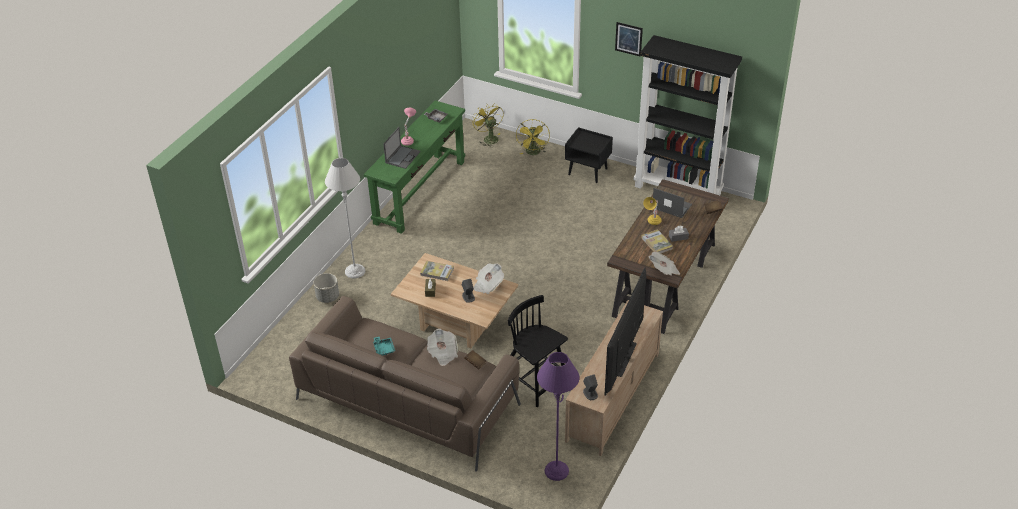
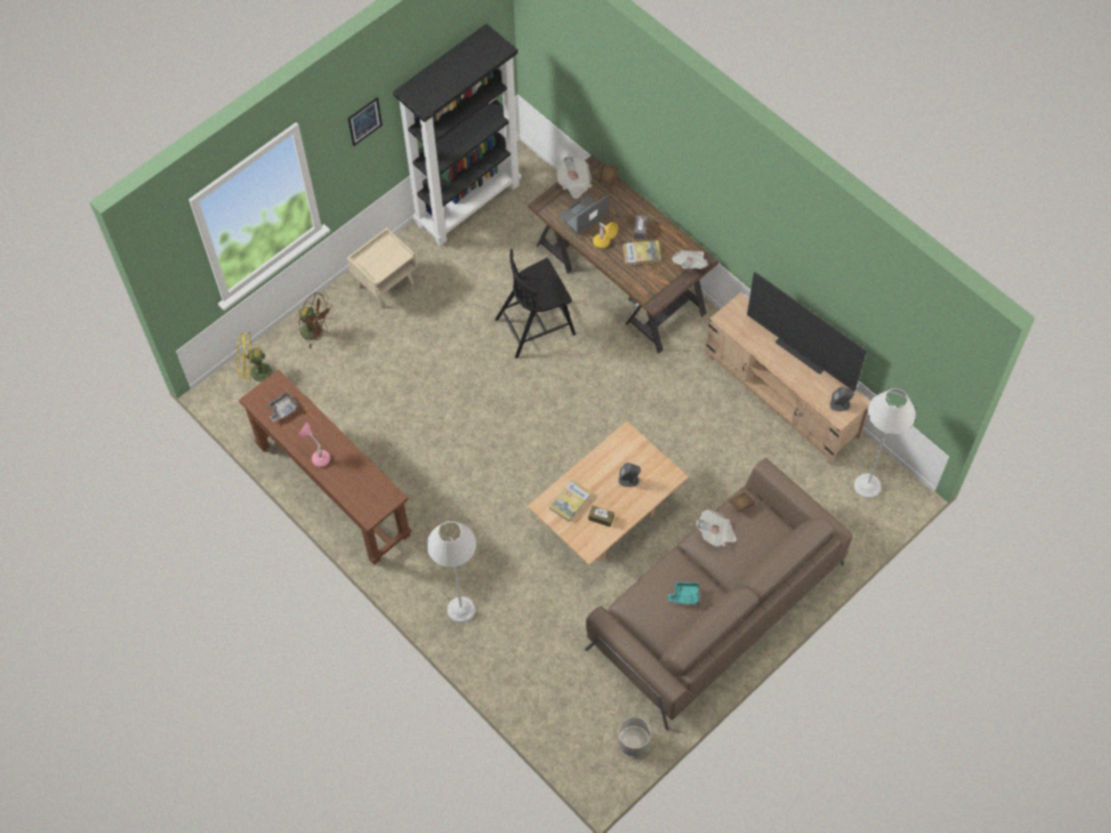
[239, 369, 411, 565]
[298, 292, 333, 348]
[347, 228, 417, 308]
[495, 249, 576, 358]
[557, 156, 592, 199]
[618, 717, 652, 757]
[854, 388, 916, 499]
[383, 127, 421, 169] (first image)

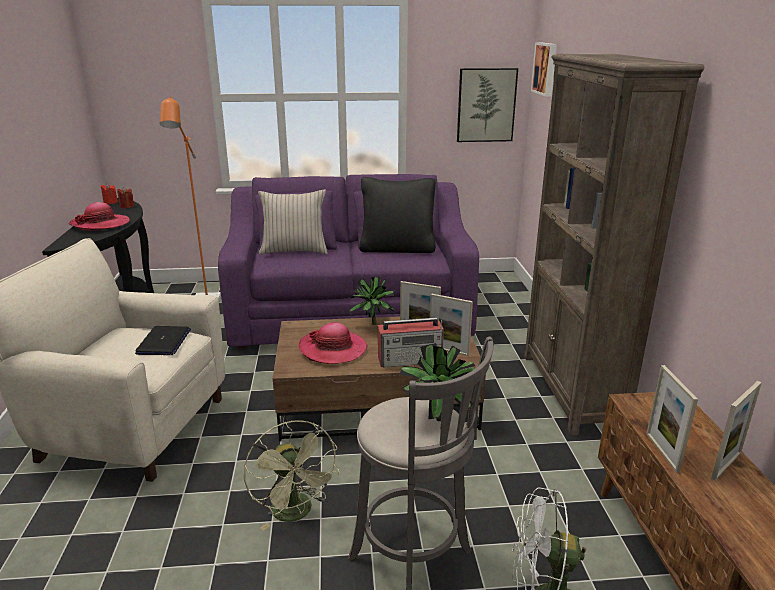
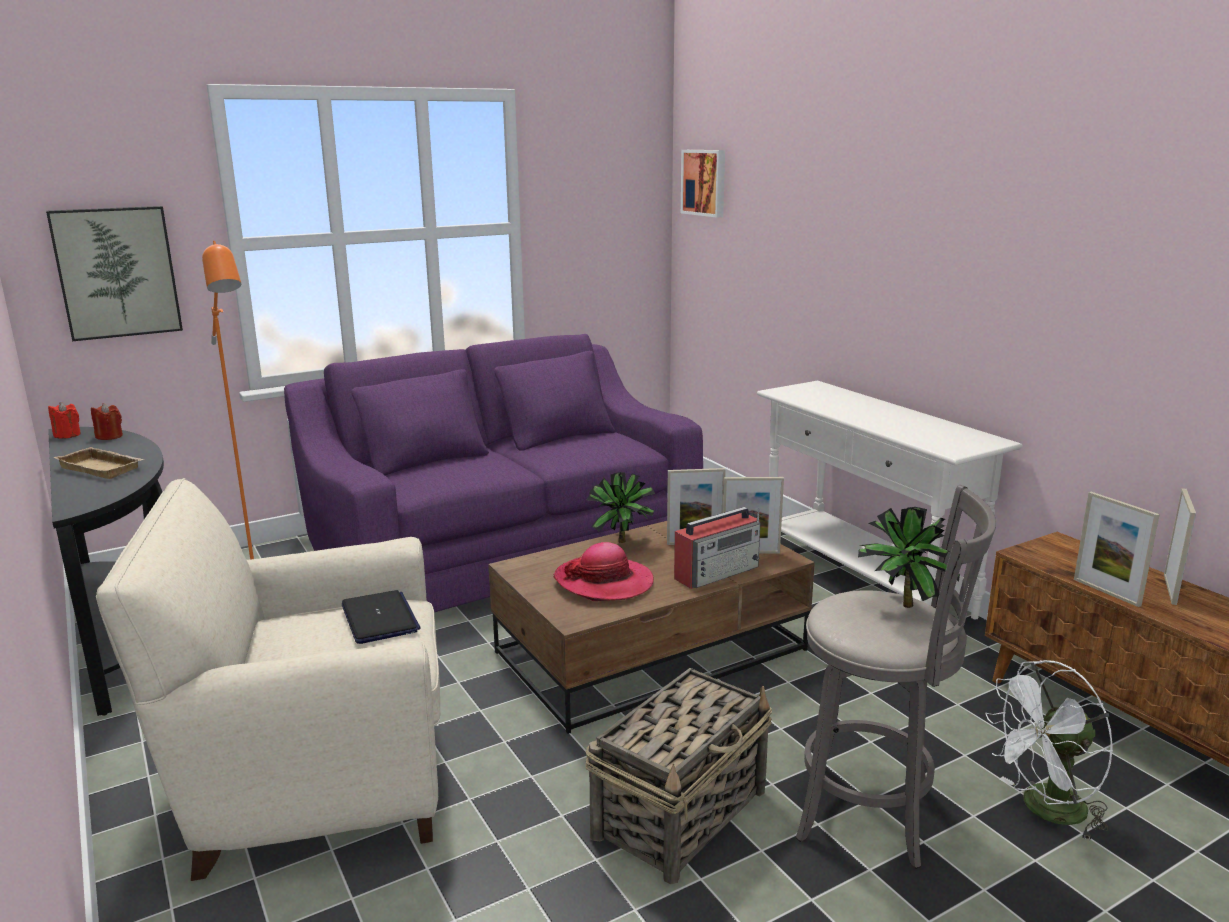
[46, 206, 183, 341]
[53, 447, 144, 479]
[586, 668, 772, 884]
[757, 381, 1023, 619]
[258, 189, 327, 255] (first image)
[359, 177, 436, 253] (first image)

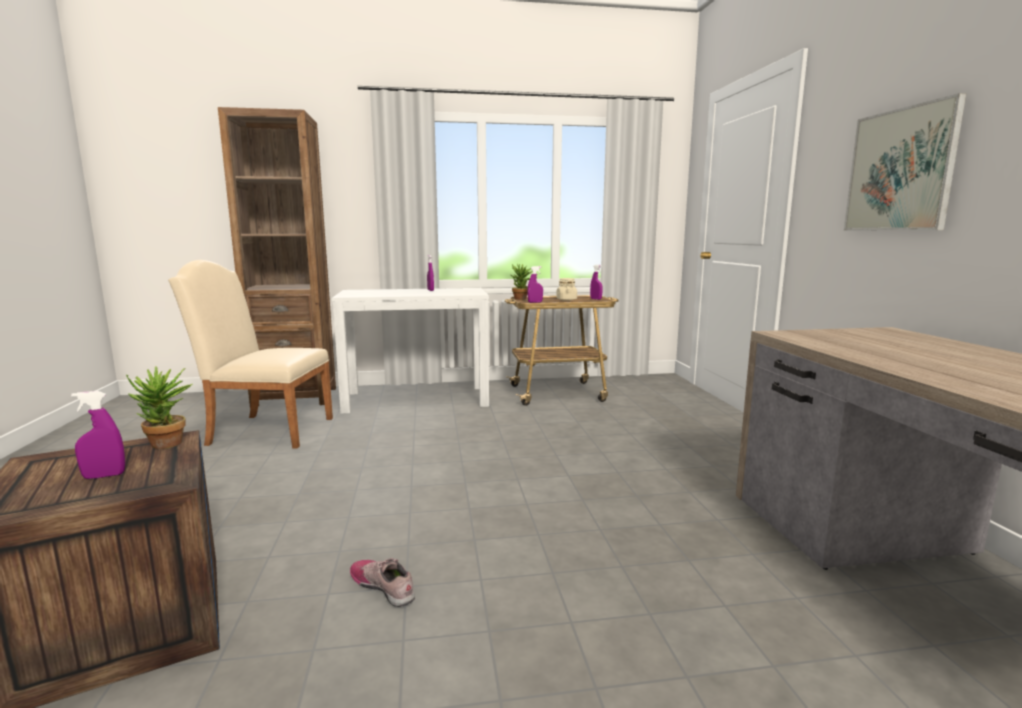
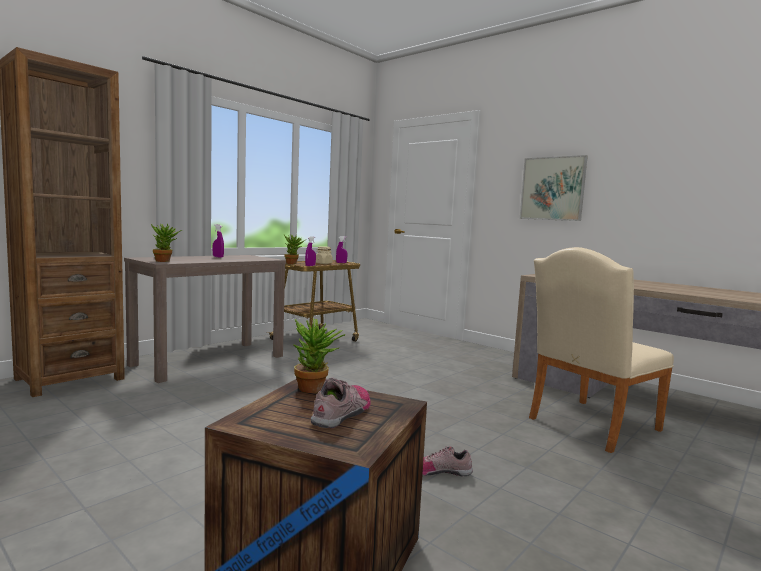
[124, 255, 286, 383]
[150, 223, 182, 262]
[311, 377, 371, 428]
[529, 247, 674, 453]

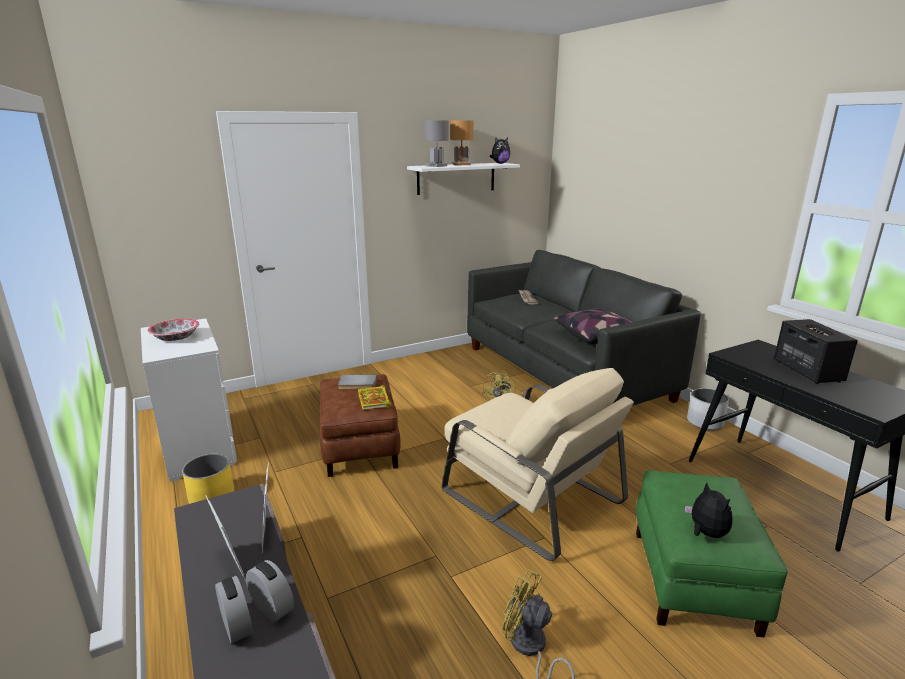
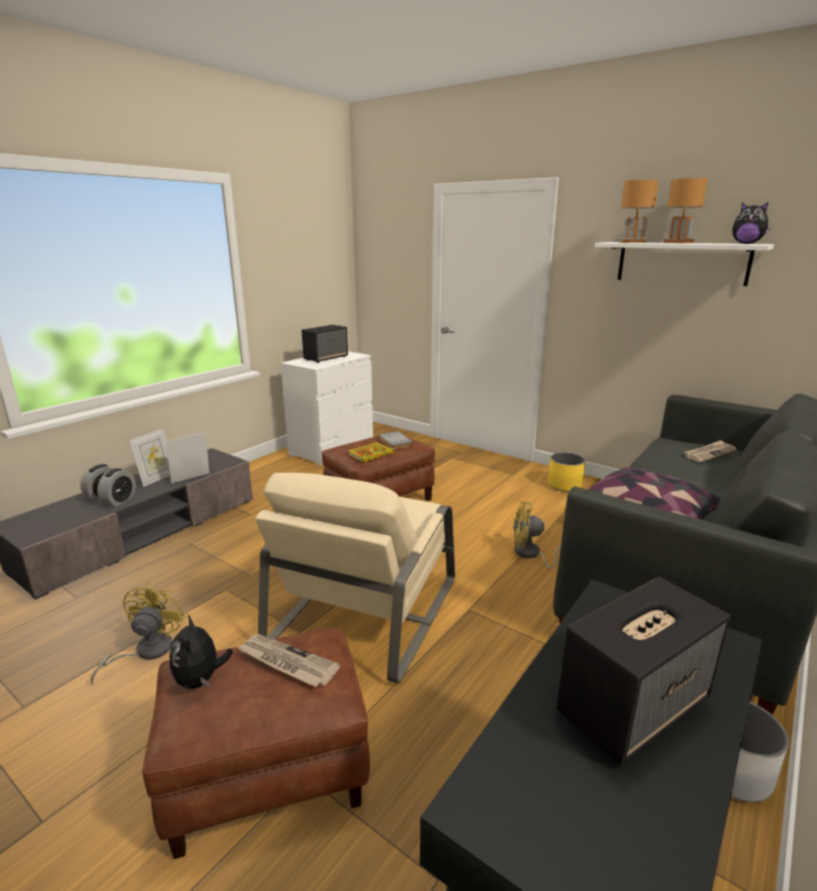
[142, 628, 370, 859]
[169, 615, 233, 689]
[236, 634, 340, 687]
[302, 325, 348, 363]
[548, 452, 585, 492]
[619, 180, 659, 243]

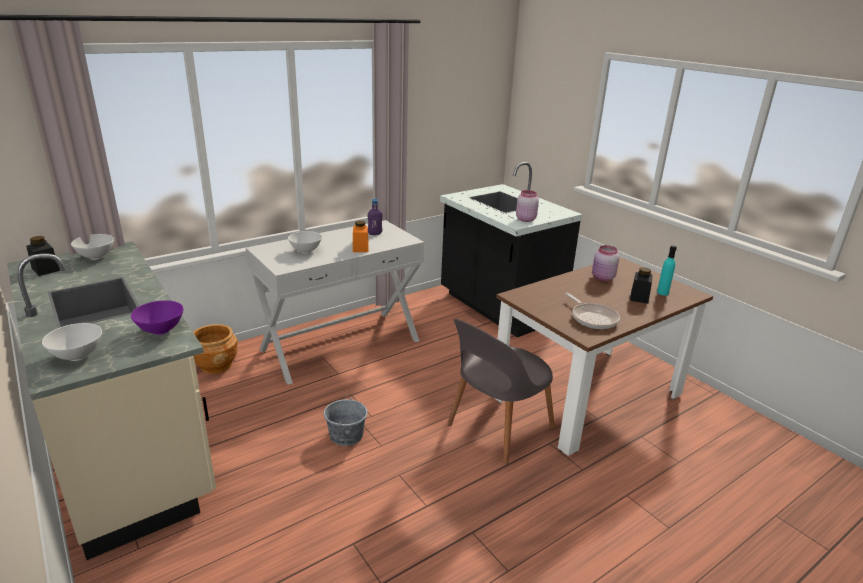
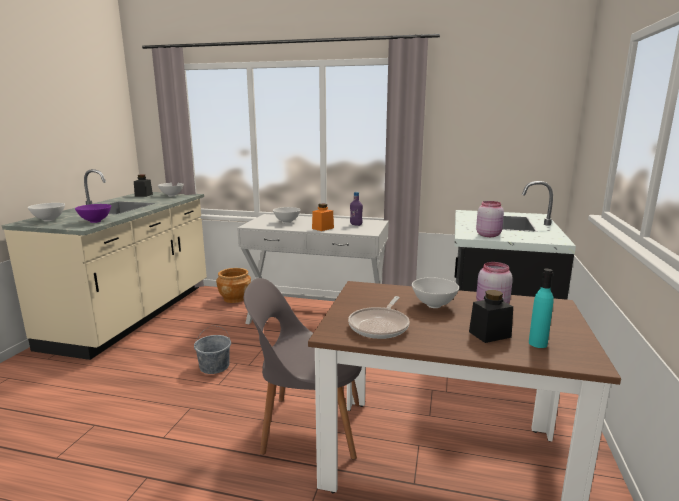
[412, 277, 459, 308]

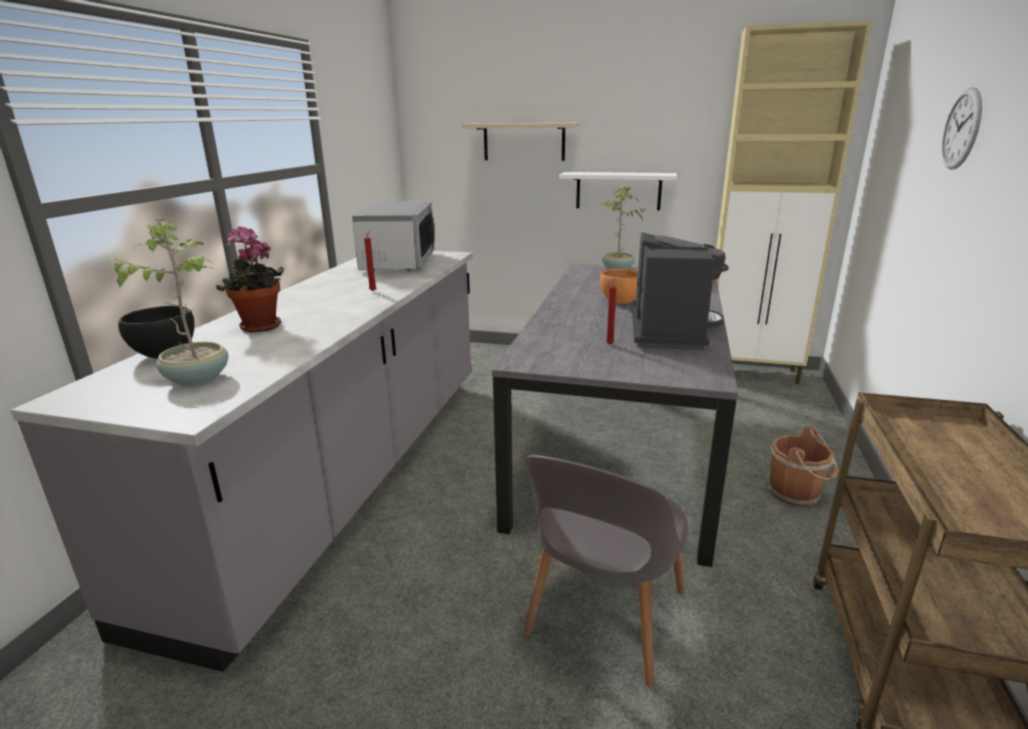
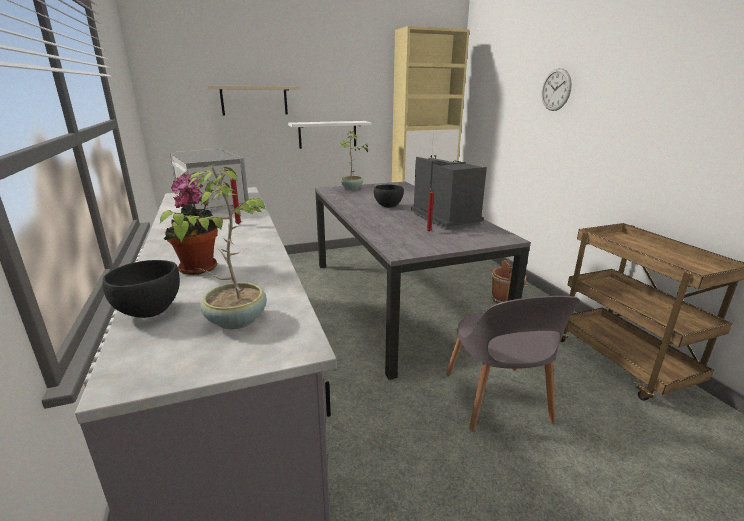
[374, 184, 404, 208]

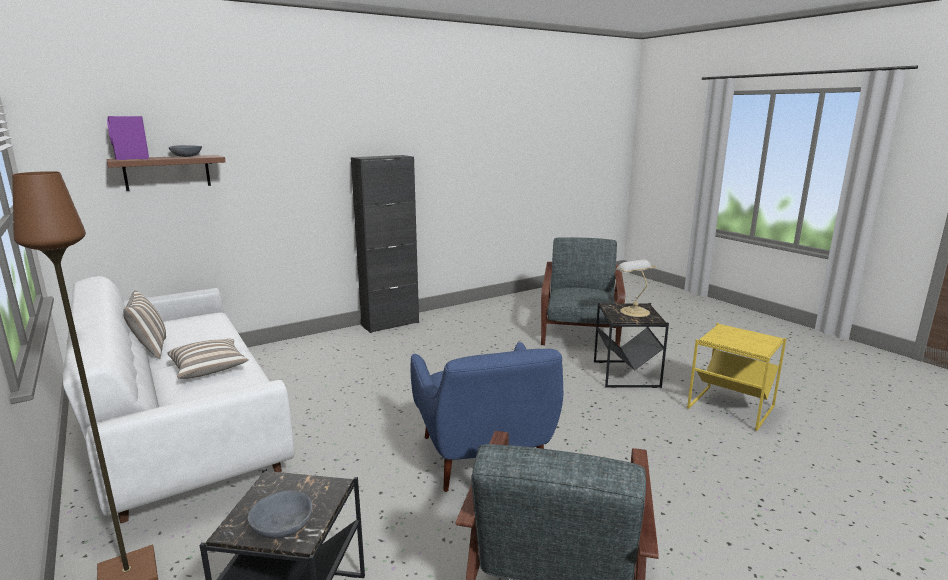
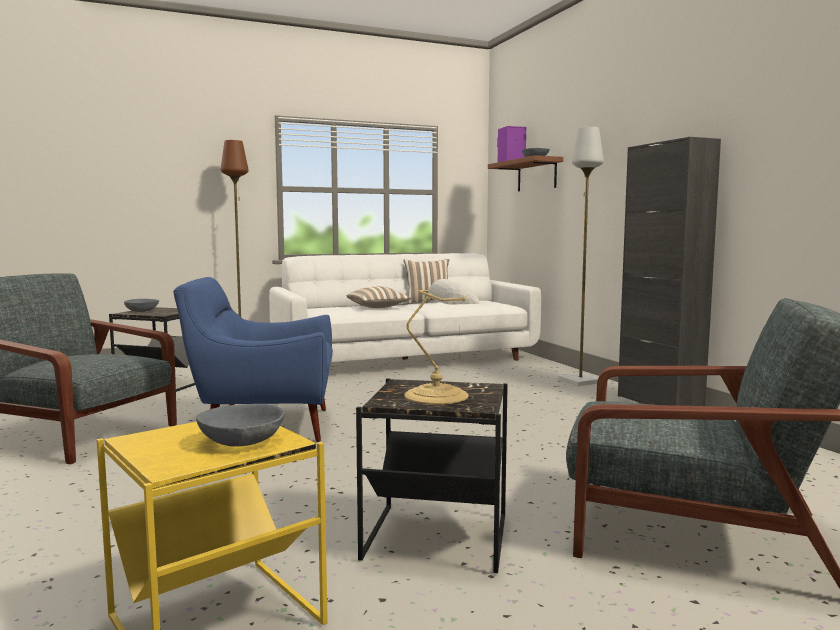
[196, 404, 285, 447]
[558, 127, 604, 386]

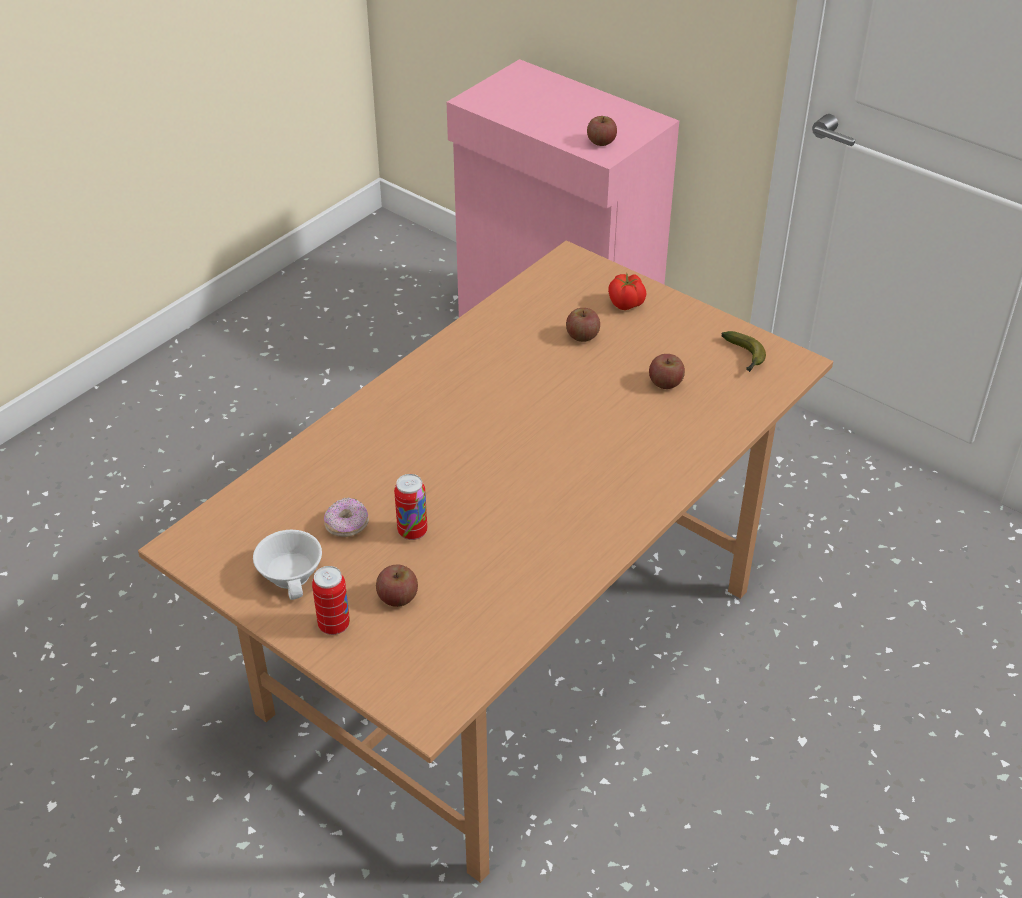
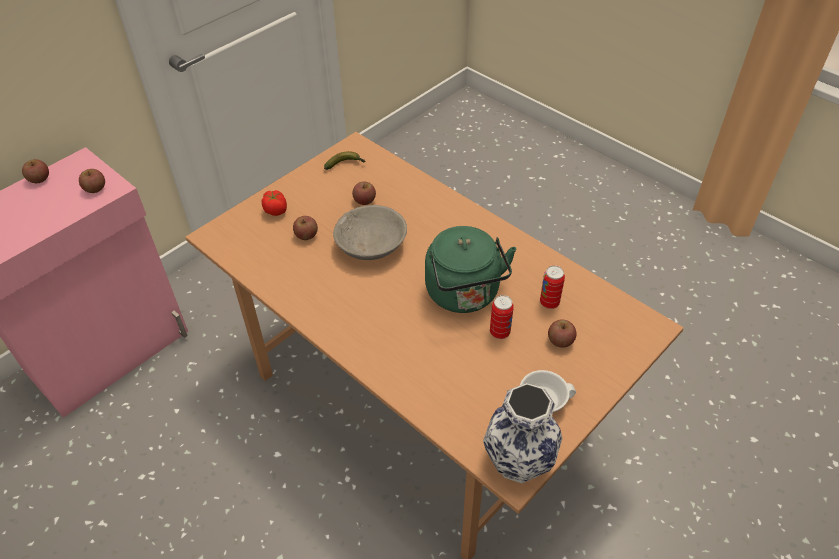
[22, 159, 49, 183]
[333, 205, 407, 260]
[425, 226, 516, 313]
[483, 383, 562, 483]
[540, 266, 565, 309]
[324, 497, 369, 537] (first image)

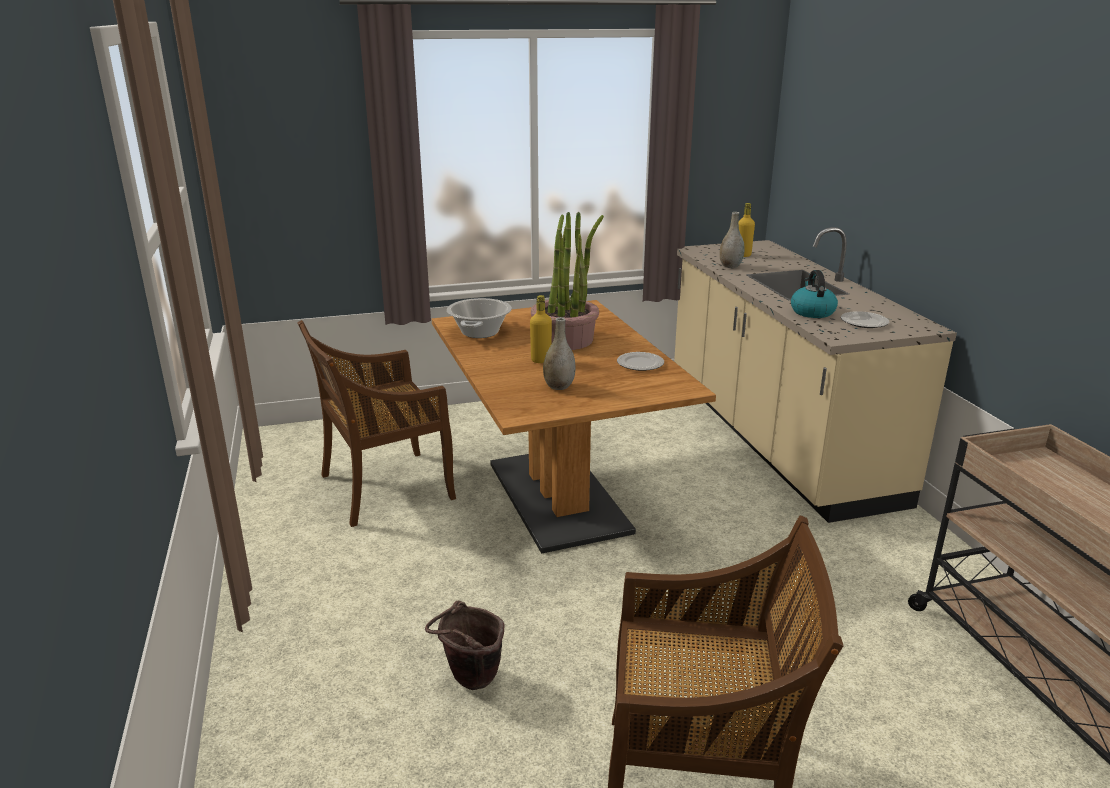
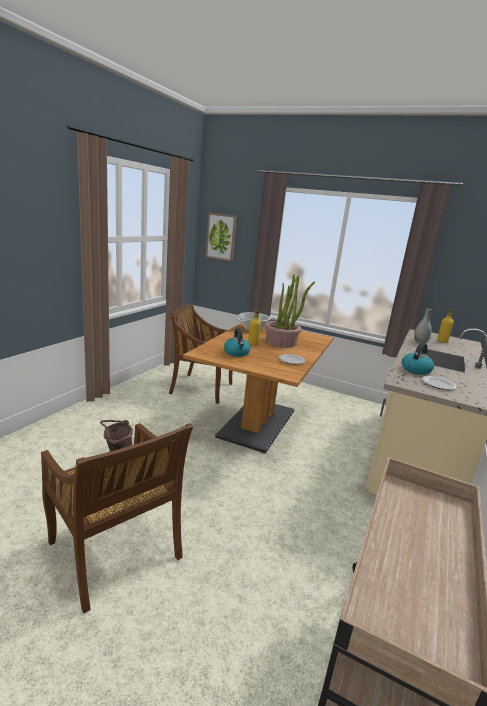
[206, 213, 237, 261]
[224, 328, 251, 357]

